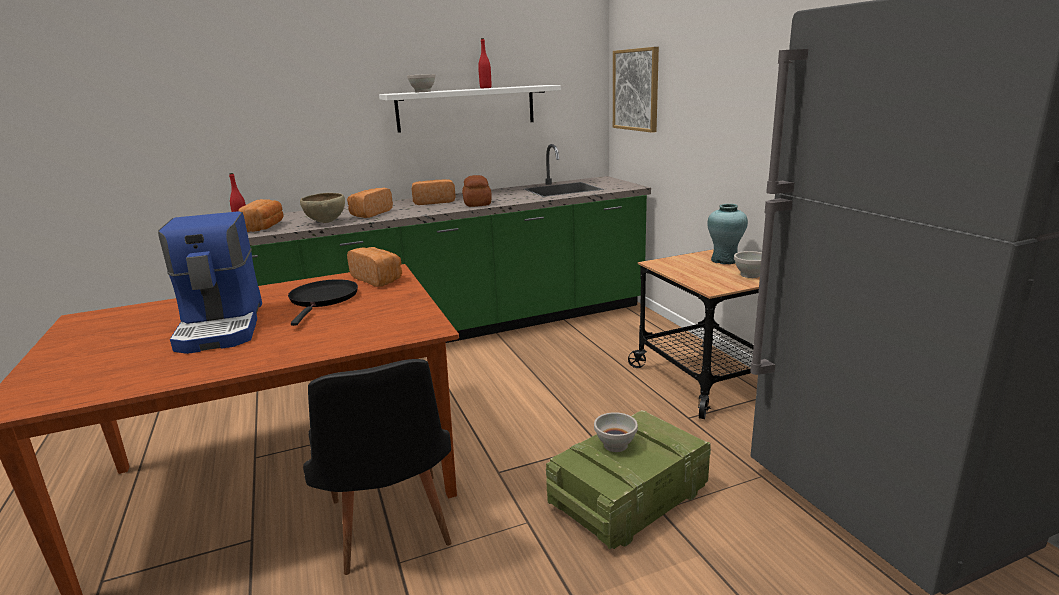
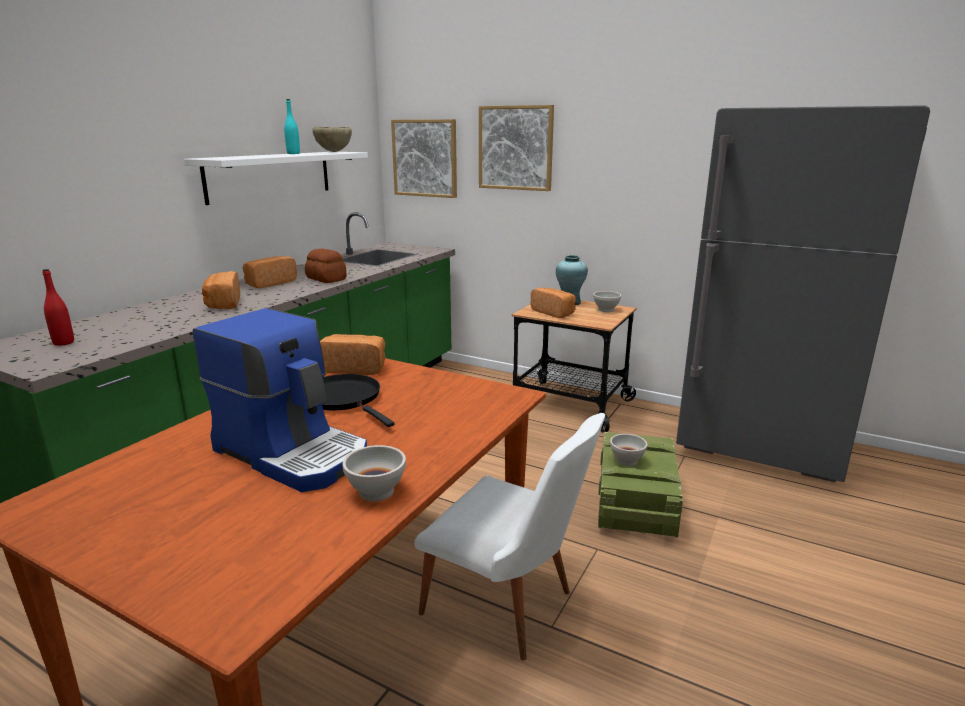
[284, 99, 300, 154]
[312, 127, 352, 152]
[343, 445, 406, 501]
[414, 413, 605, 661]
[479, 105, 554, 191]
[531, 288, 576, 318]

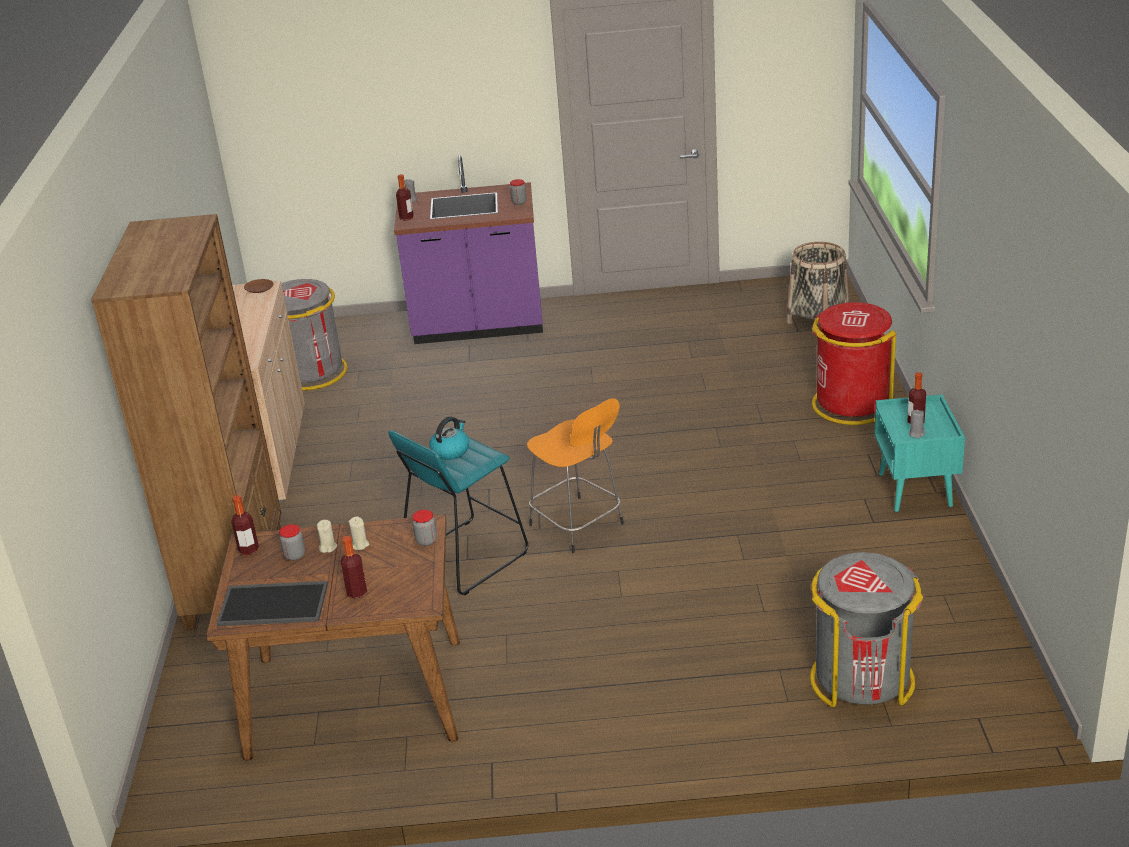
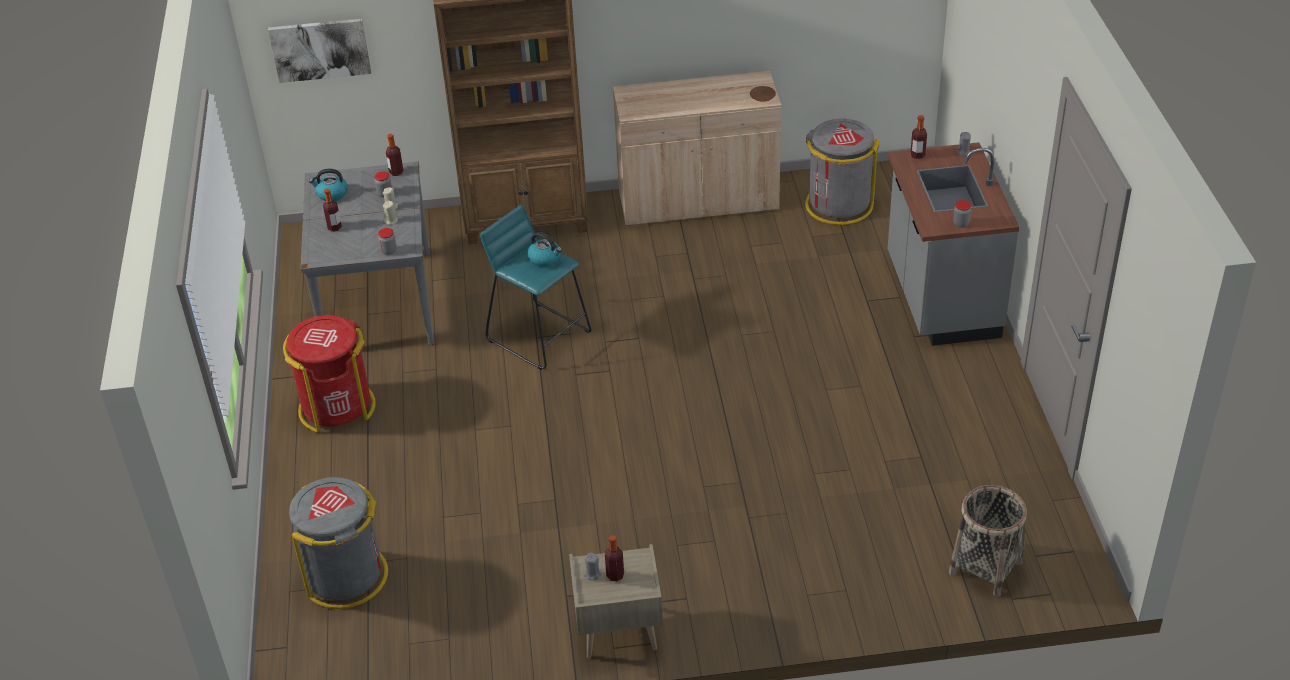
[268, 18, 371, 83]
[283, 315, 376, 433]
[301, 162, 434, 346]
[309, 169, 348, 201]
[569, 544, 663, 659]
[887, 142, 1019, 346]
[527, 398, 624, 553] (first image)

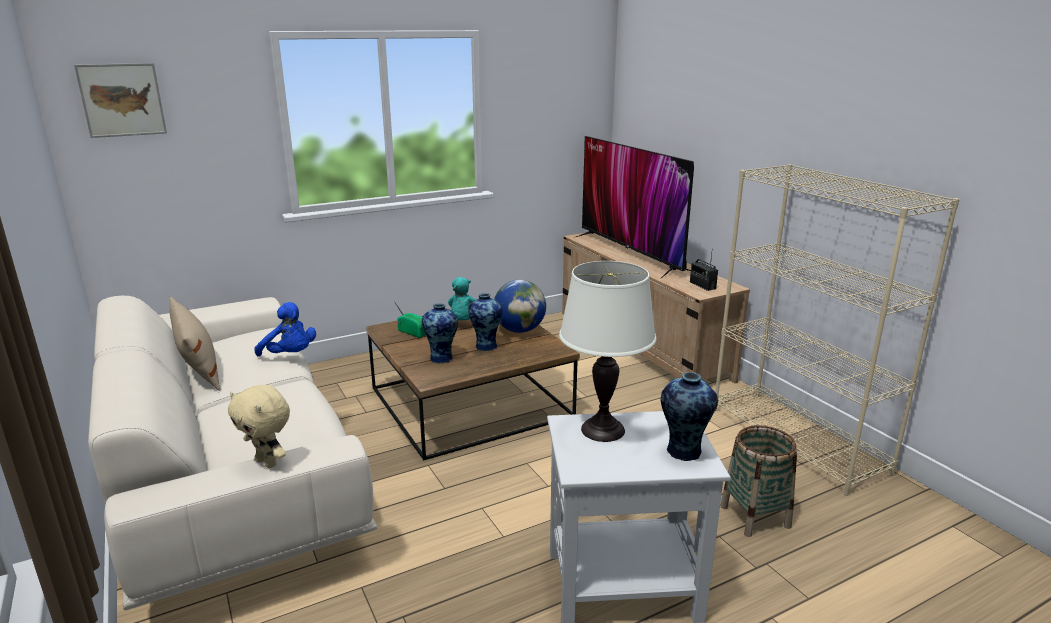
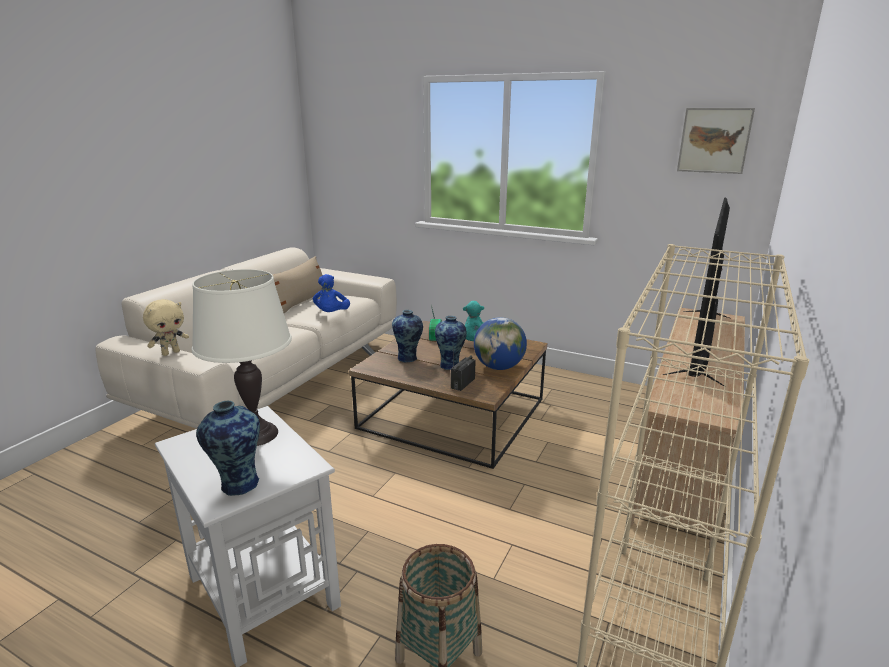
[143, 299, 189, 356]
[451, 345, 475, 391]
[677, 108, 755, 174]

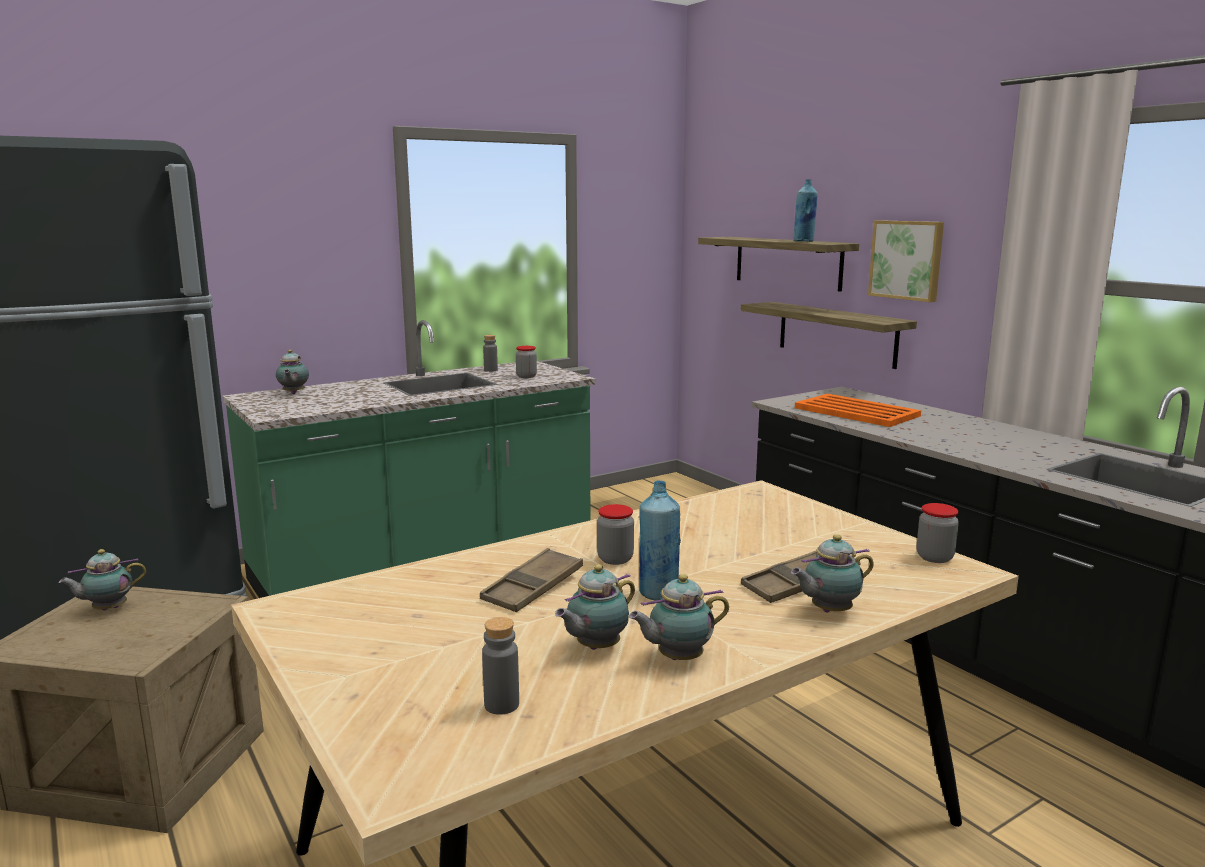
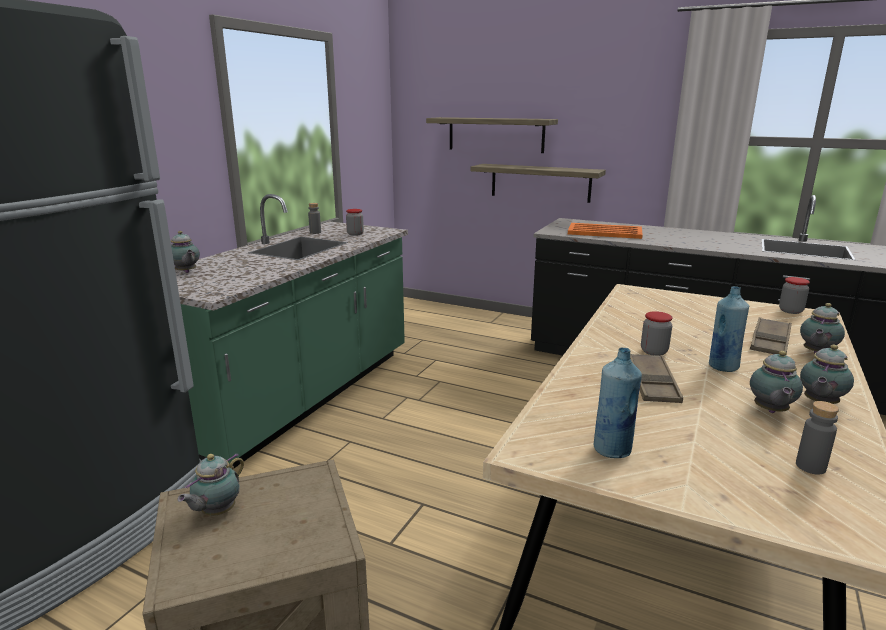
[594, 348, 642, 458]
[868, 220, 944, 302] (first image)

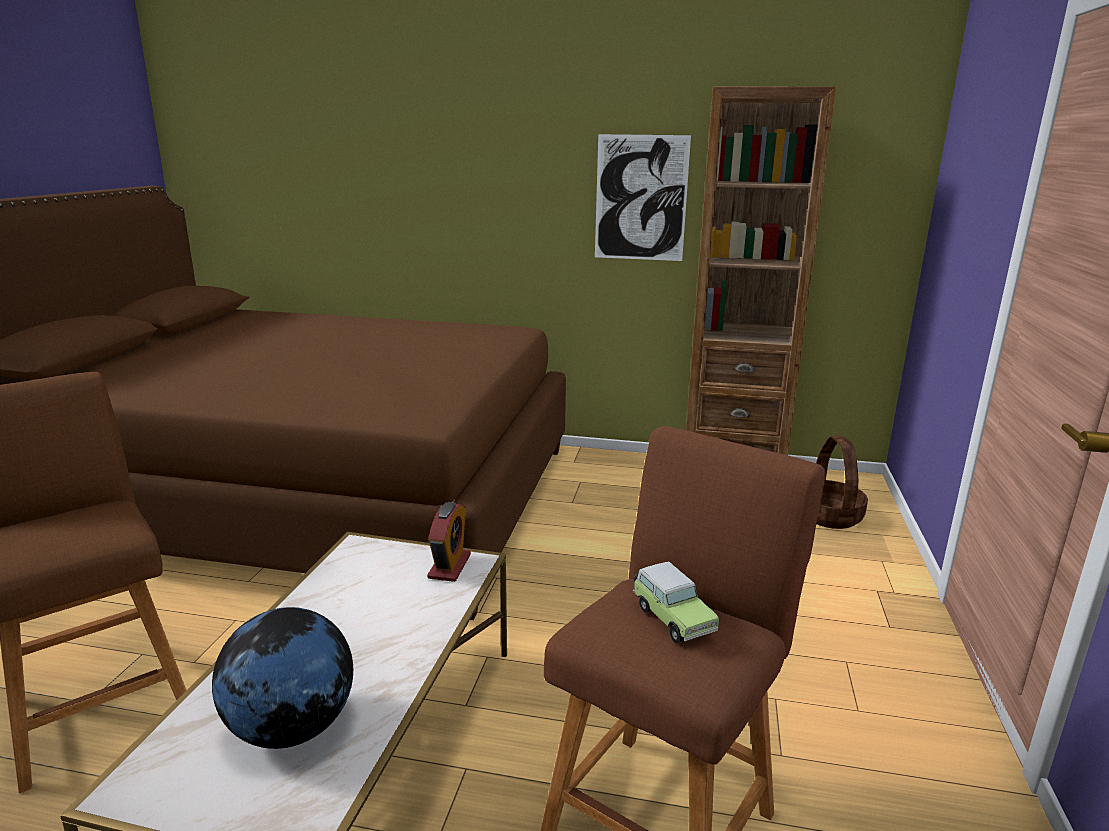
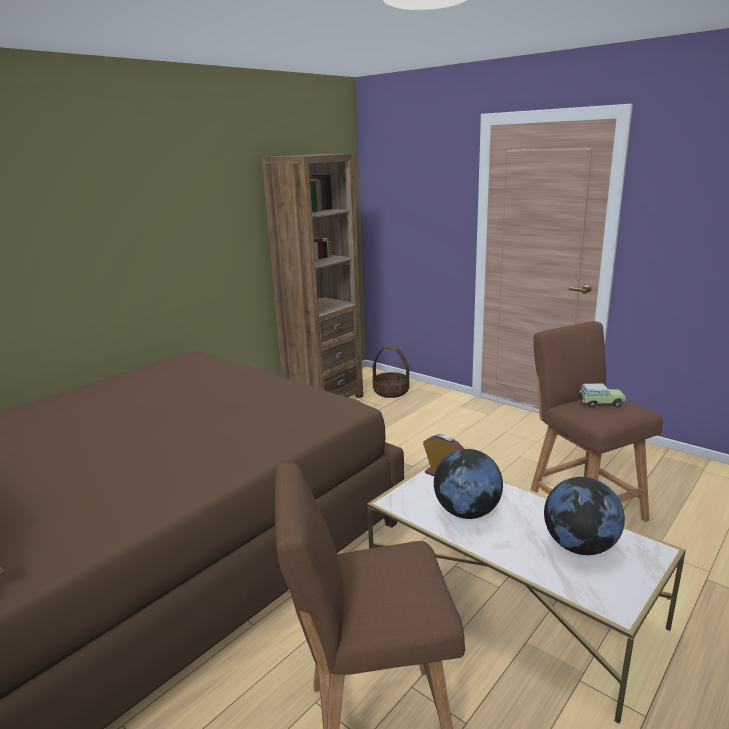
[434, 449, 503, 519]
[595, 134, 691, 261] (first image)

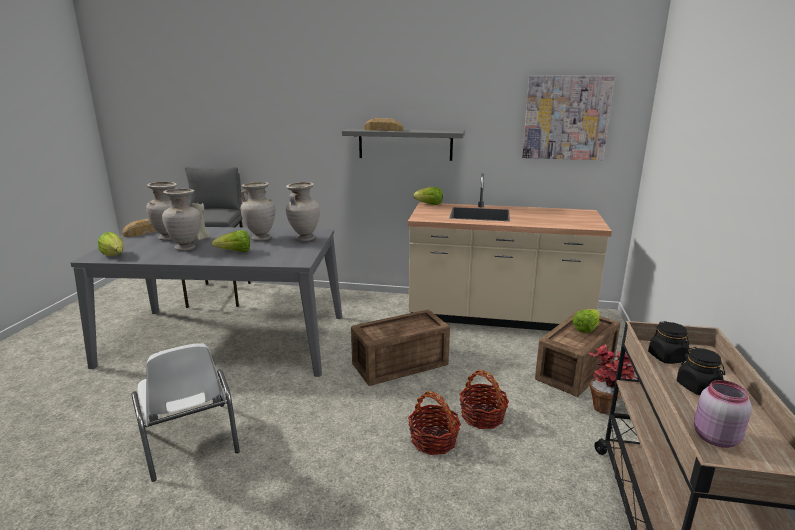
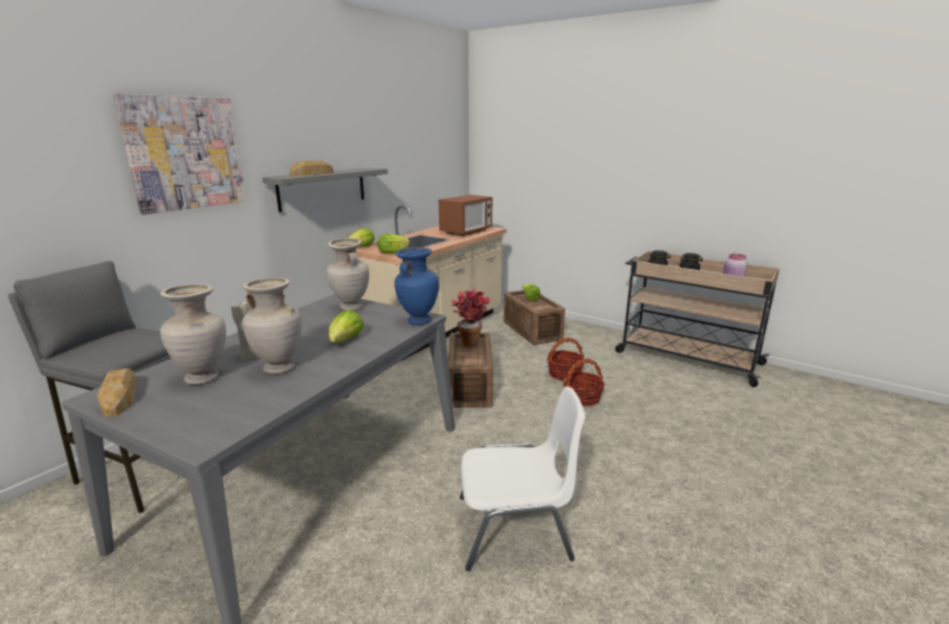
[113, 93, 246, 214]
[377, 234, 410, 254]
[394, 247, 439, 325]
[439, 195, 492, 236]
[451, 289, 491, 347]
[240, 182, 275, 241] (first image)

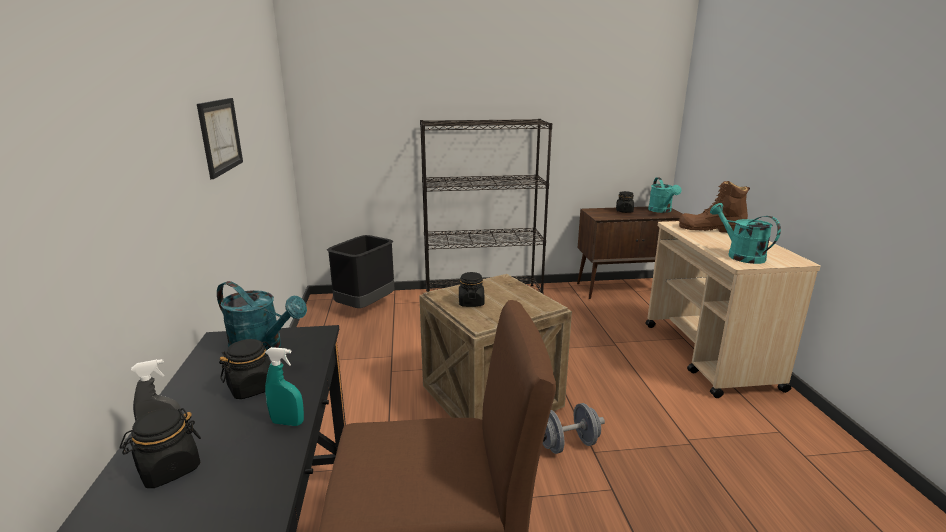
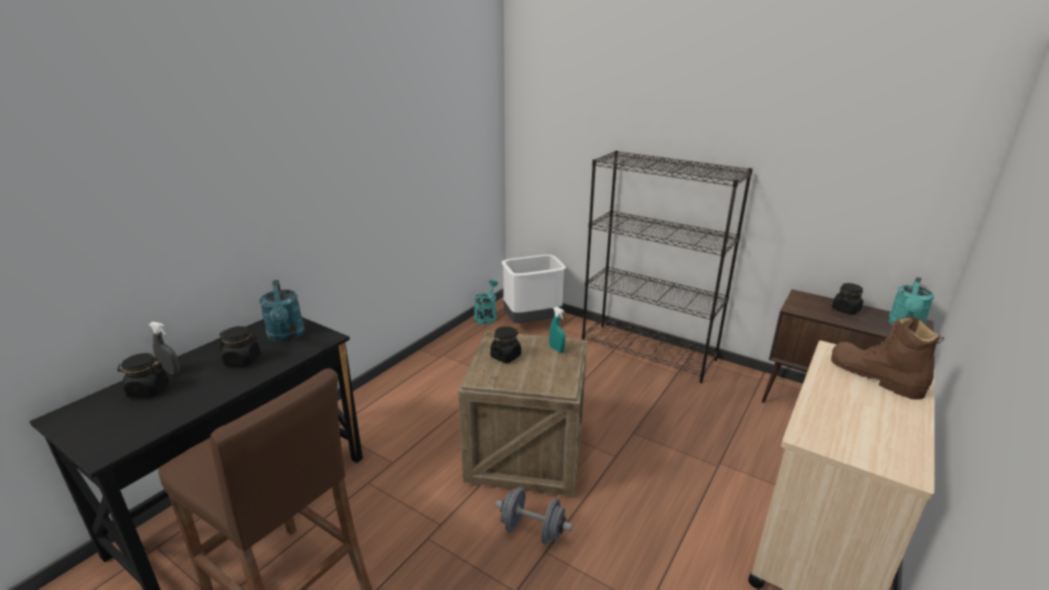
[474, 280, 498, 325]
[502, 255, 566, 323]
[549, 307, 565, 353]
[197, 98, 243, 179] (first image)

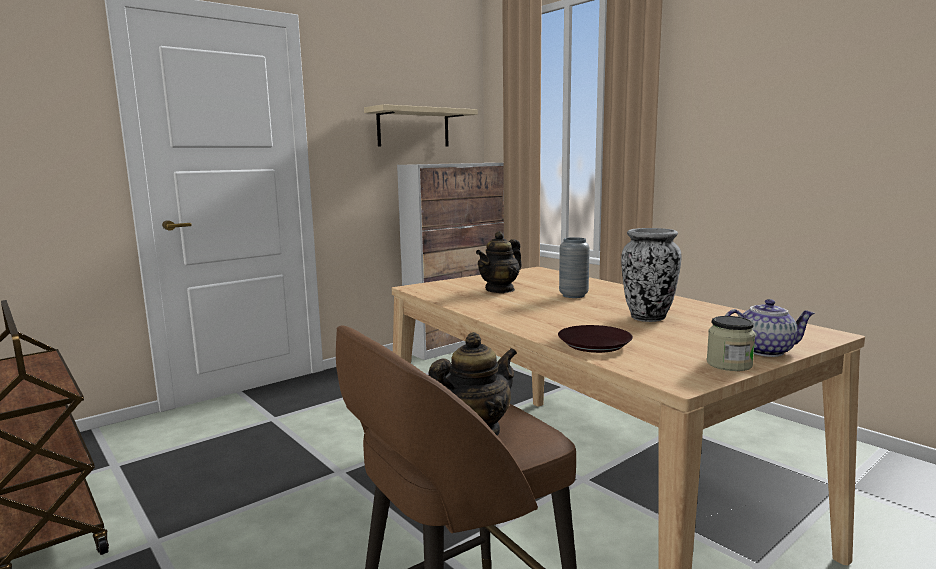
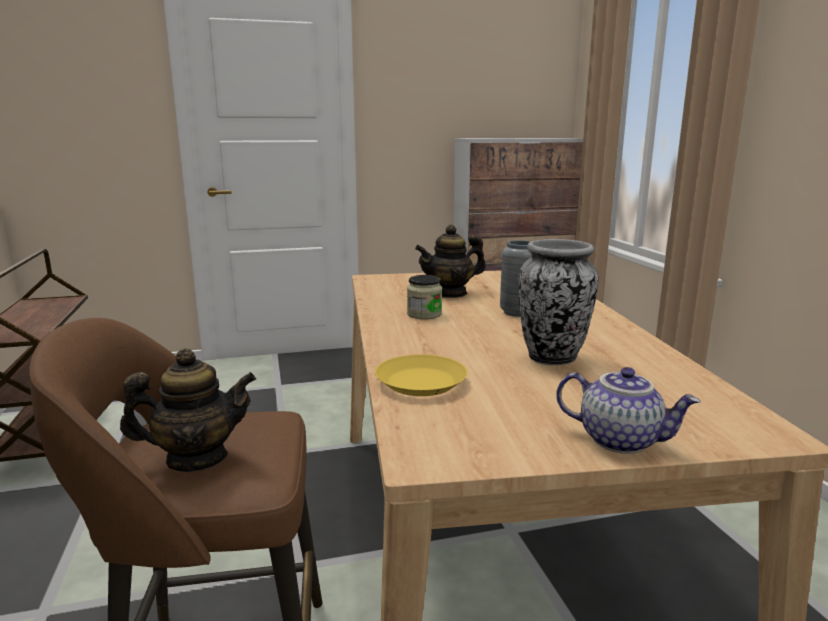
[375, 354, 467, 396]
[407, 275, 442, 319]
[364, 104, 478, 147] (first image)

